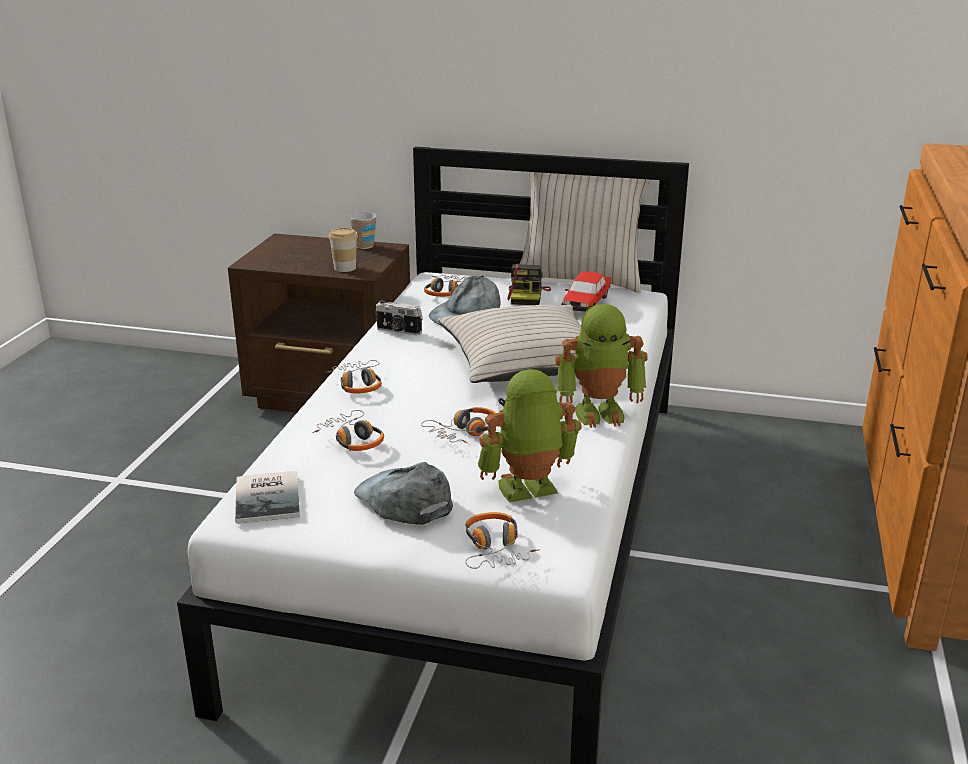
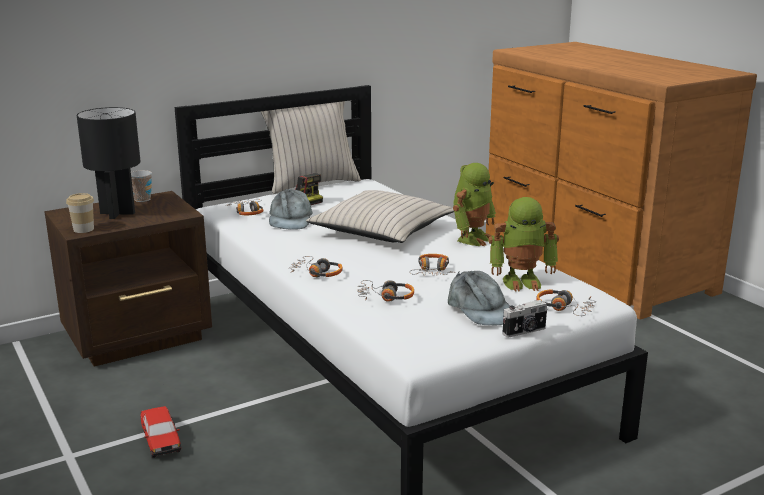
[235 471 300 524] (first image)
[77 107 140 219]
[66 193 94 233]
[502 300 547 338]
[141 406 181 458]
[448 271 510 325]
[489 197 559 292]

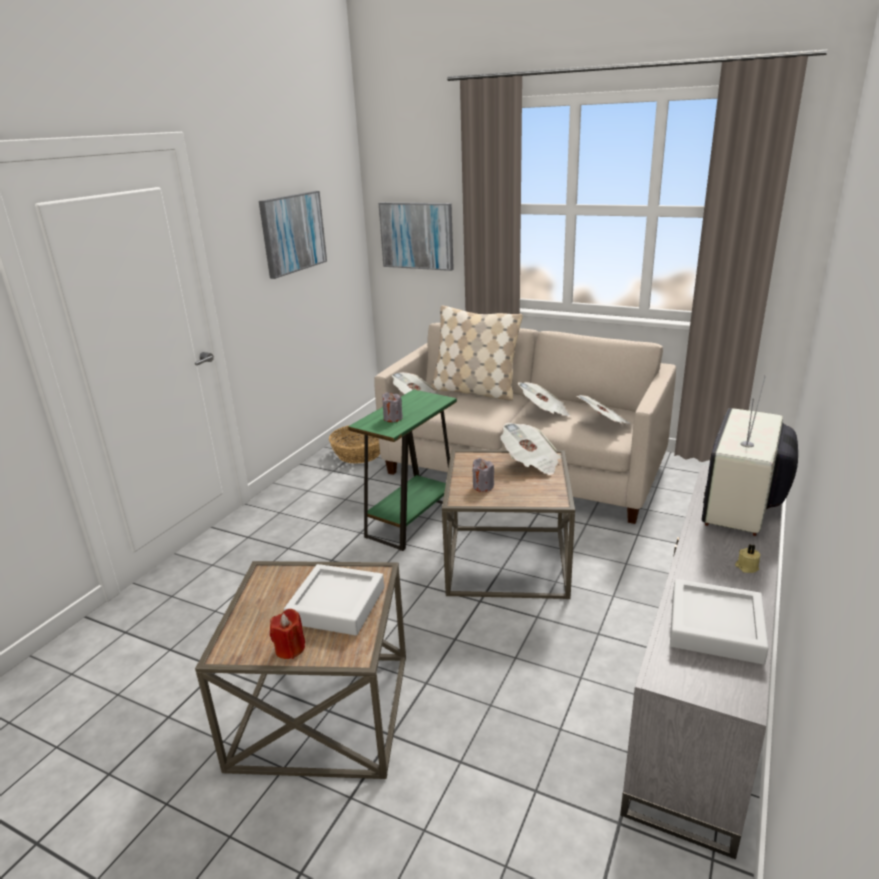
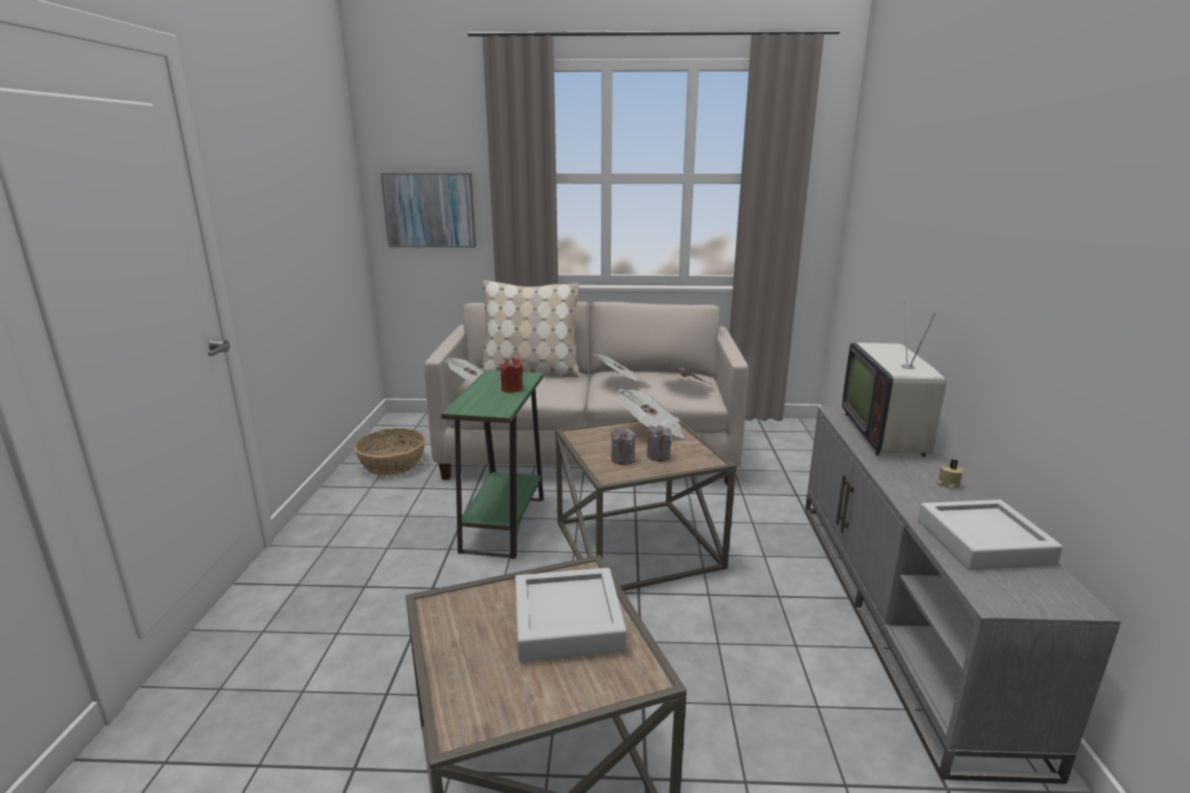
[259 191 327 279] (first image)
[500 358 523 393]
[647 425 671 461]

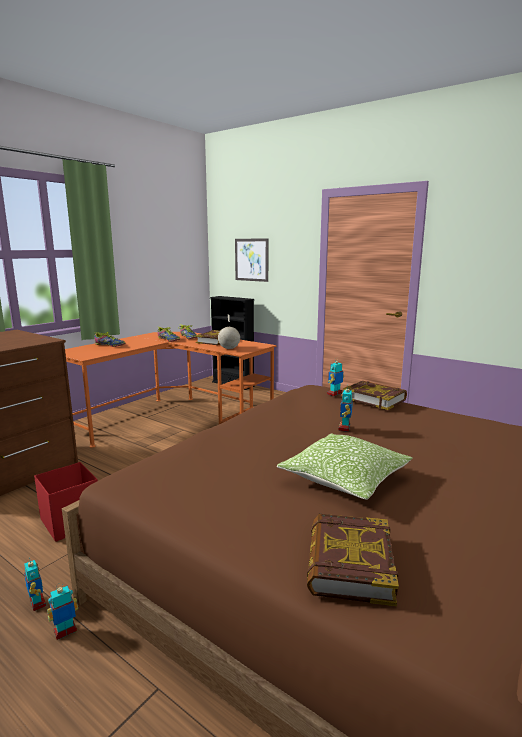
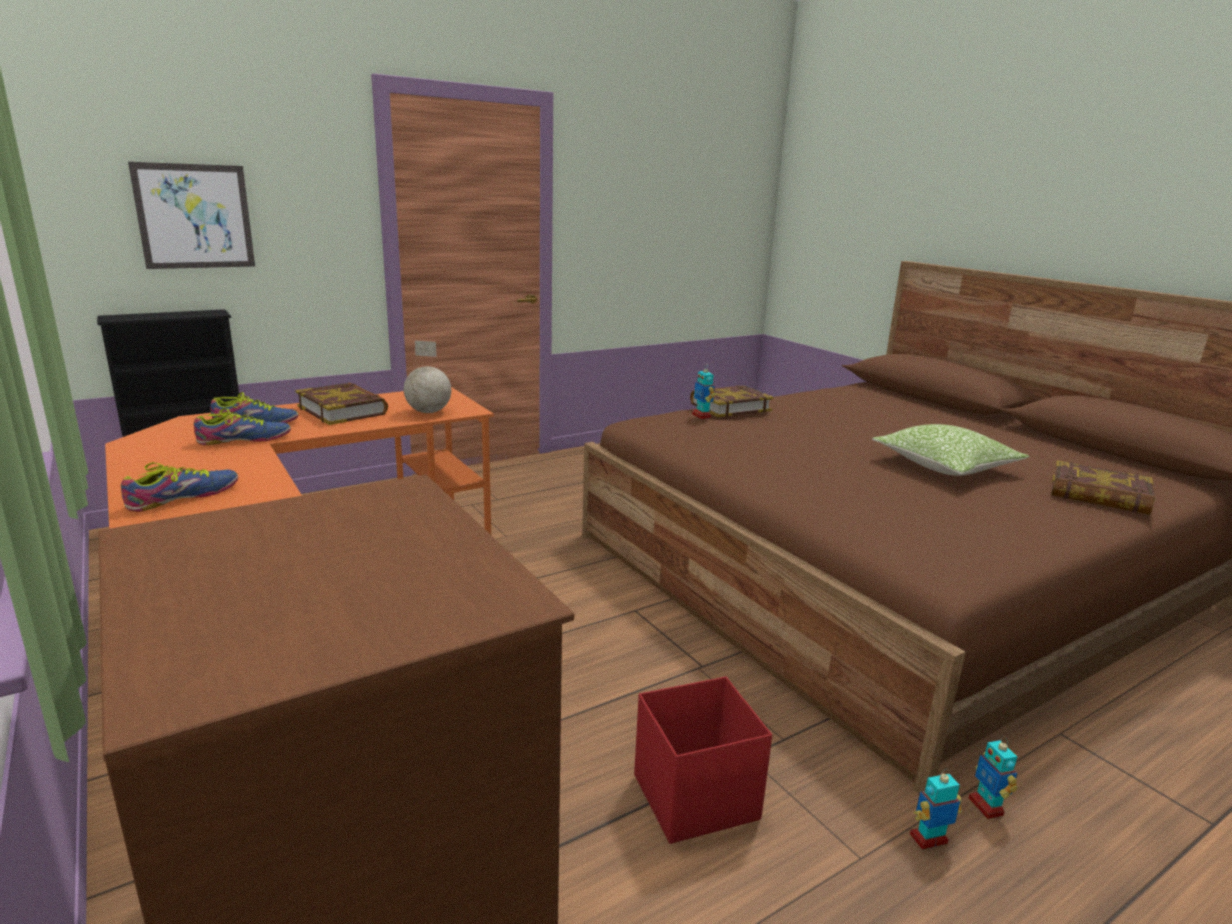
[339 385 353 432] (first image)

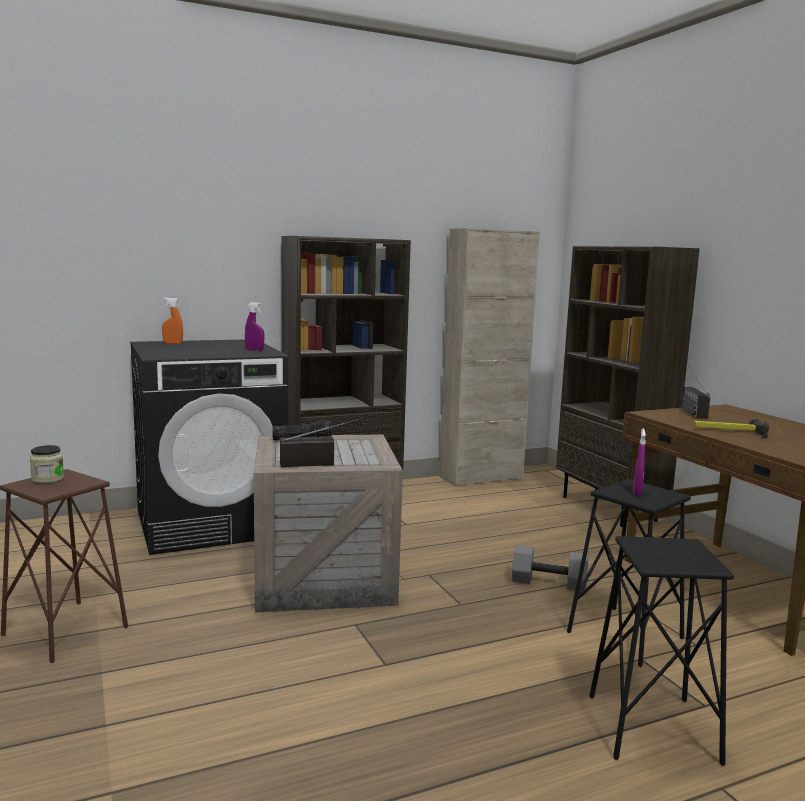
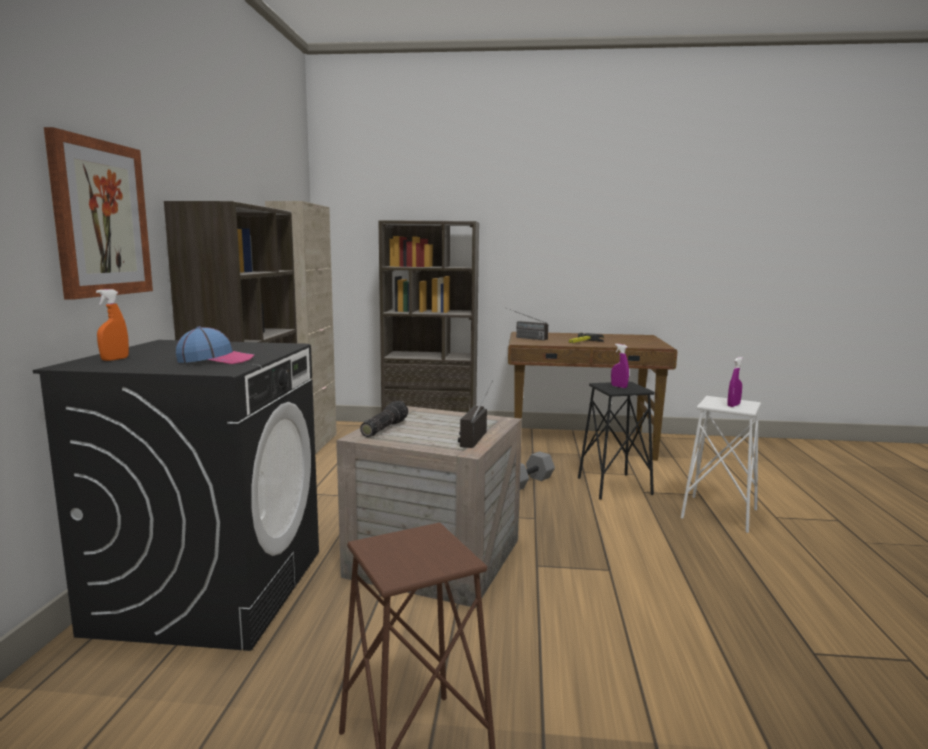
[30 445 64 484] (first image)
[44 127 153 300]
[176 327 255 364]
[727 357 743 407]
[681 396 761 533]

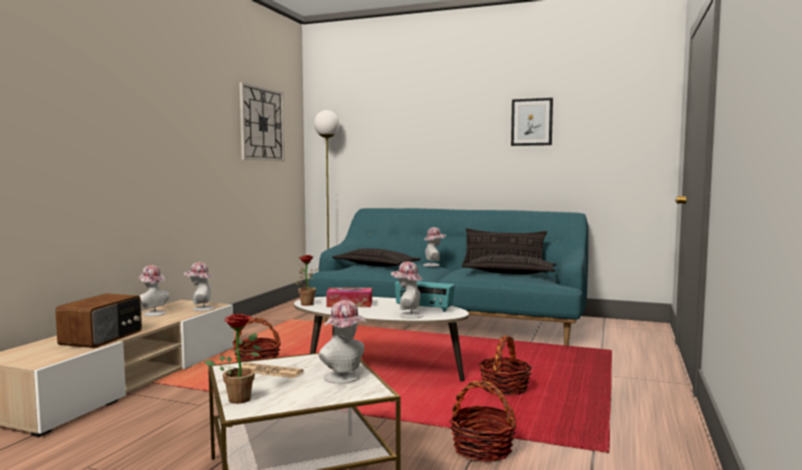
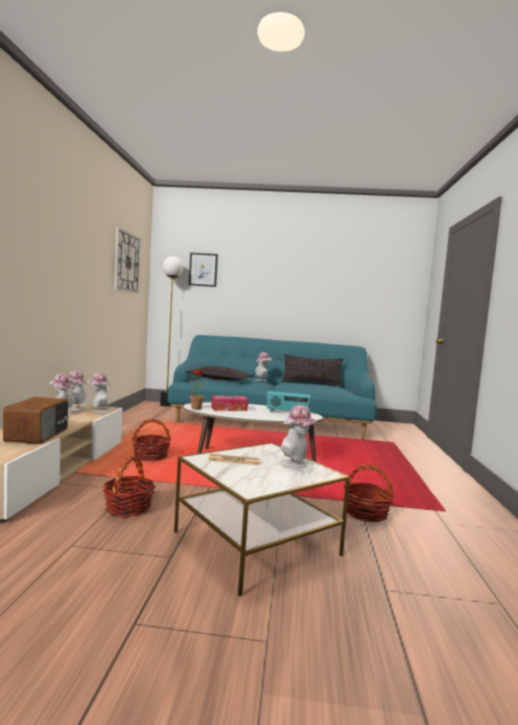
[204 314 261 404] (first image)
[462 255 556 274] (first image)
[69 370 87 410]
[103 456 155 517]
[189 253 218 287]

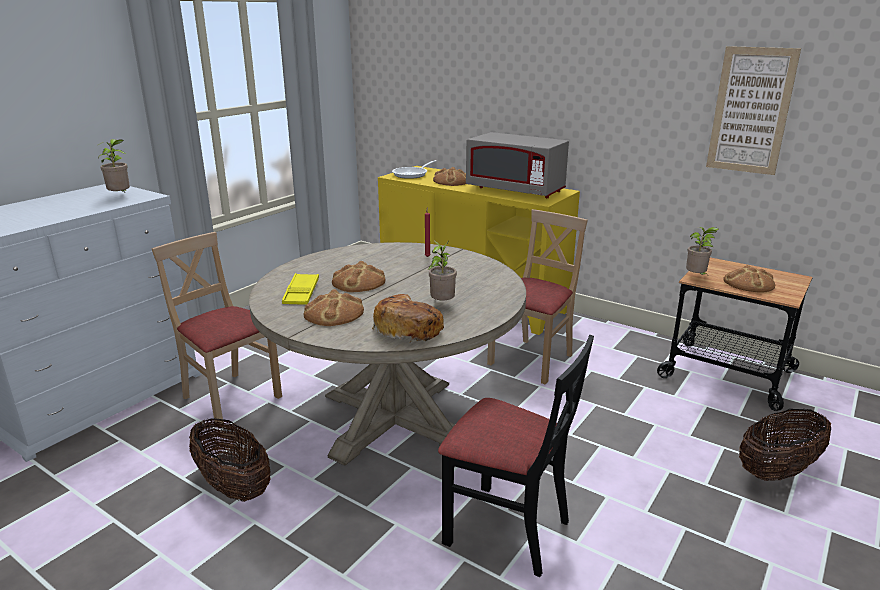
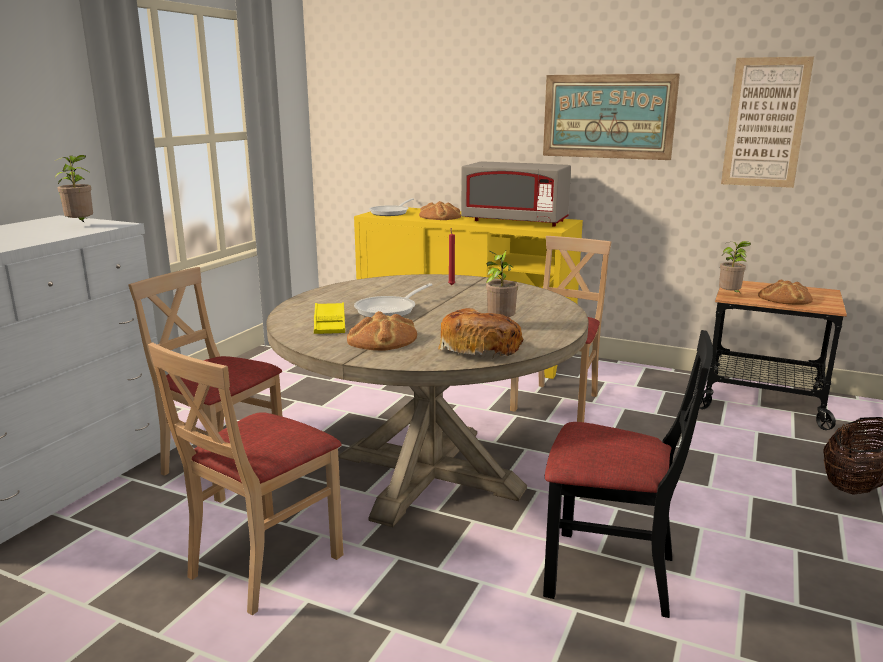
[543 74 680 160]
[148 342 343 615]
[354 283 433 317]

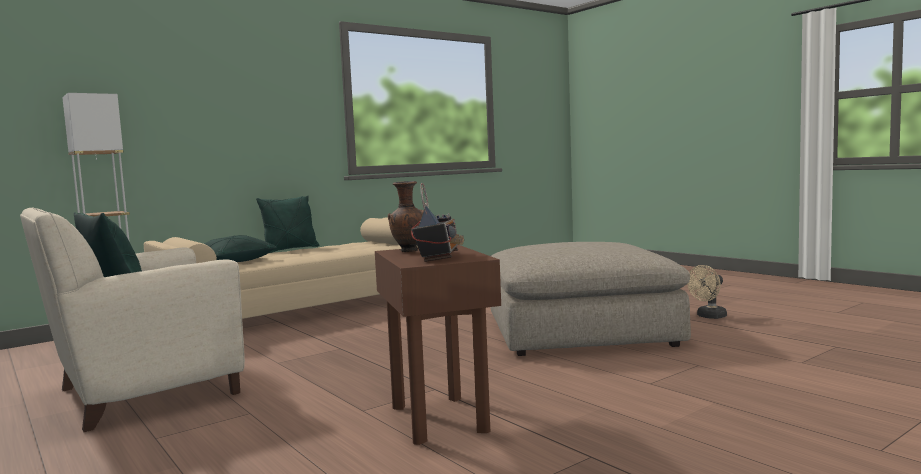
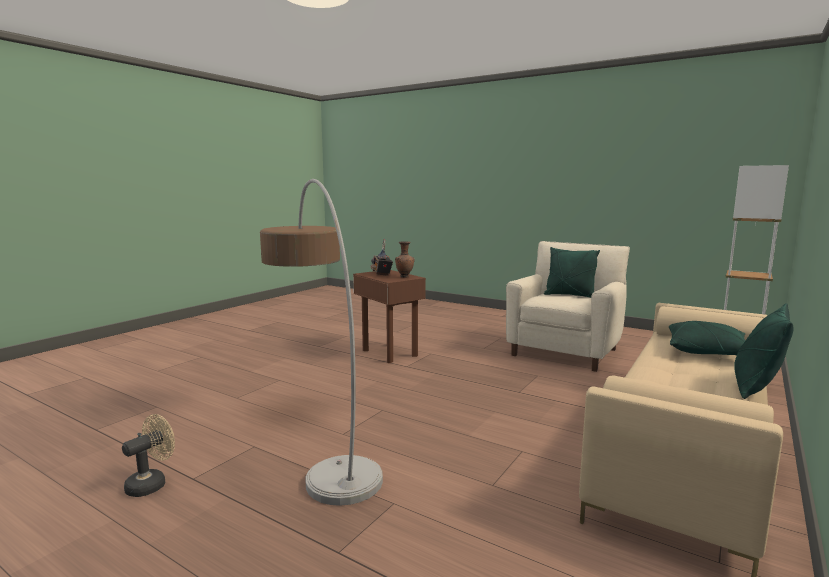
[260 179 383 506]

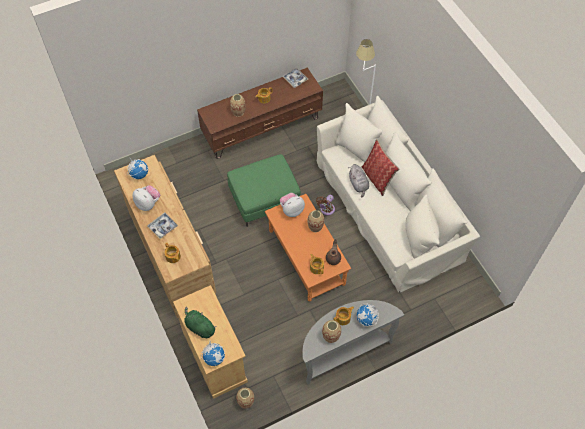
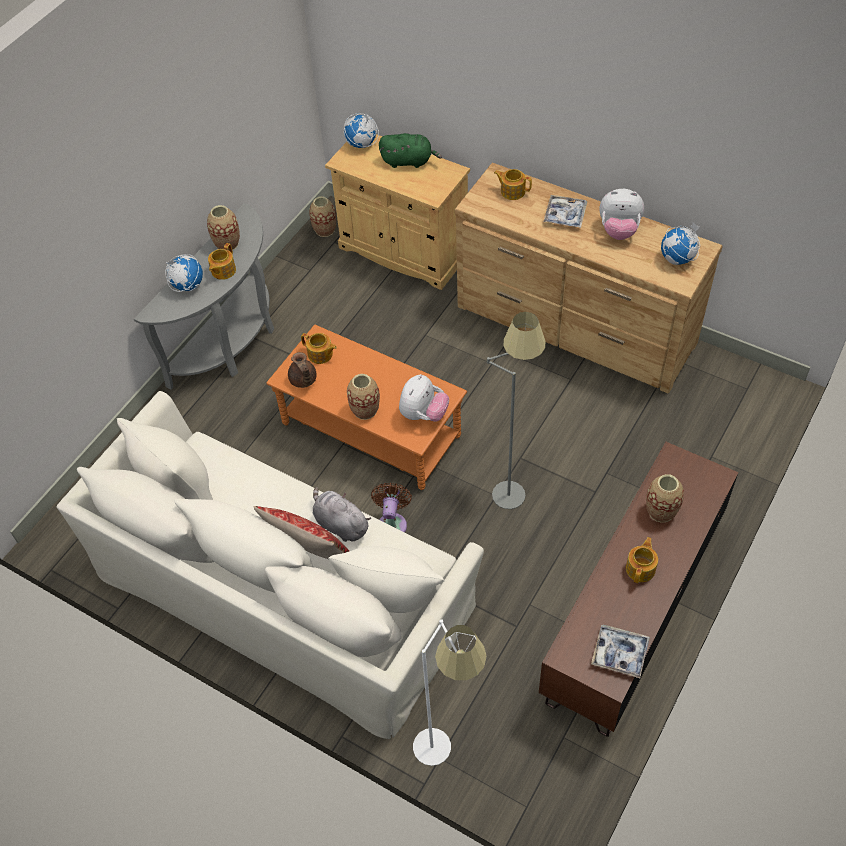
[487 312 545 509]

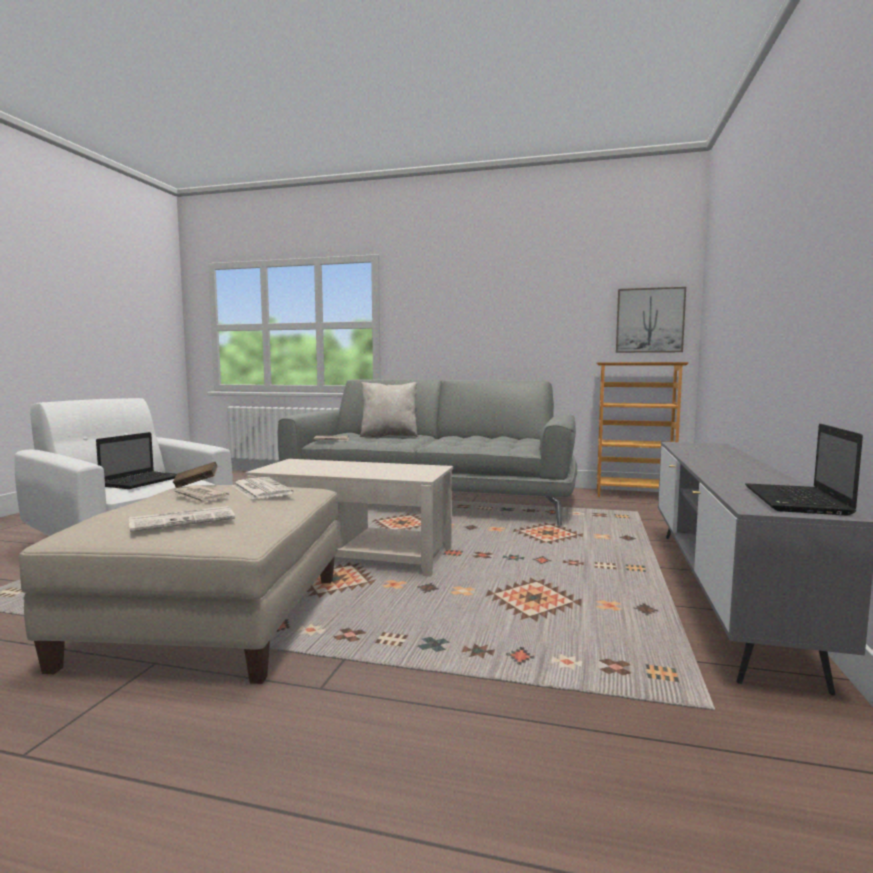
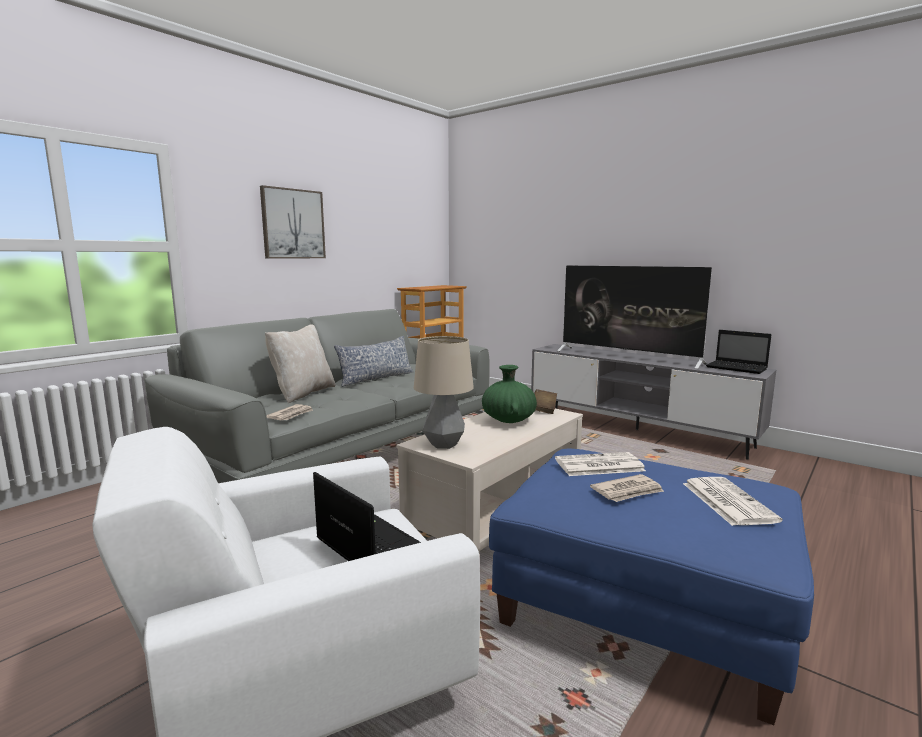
[334 336 414 387]
[414 336 474 449]
[482 365 537 423]
[557 265 712 369]
[534 389 557 414]
[260 185 326 259]
[489 449 814 725]

